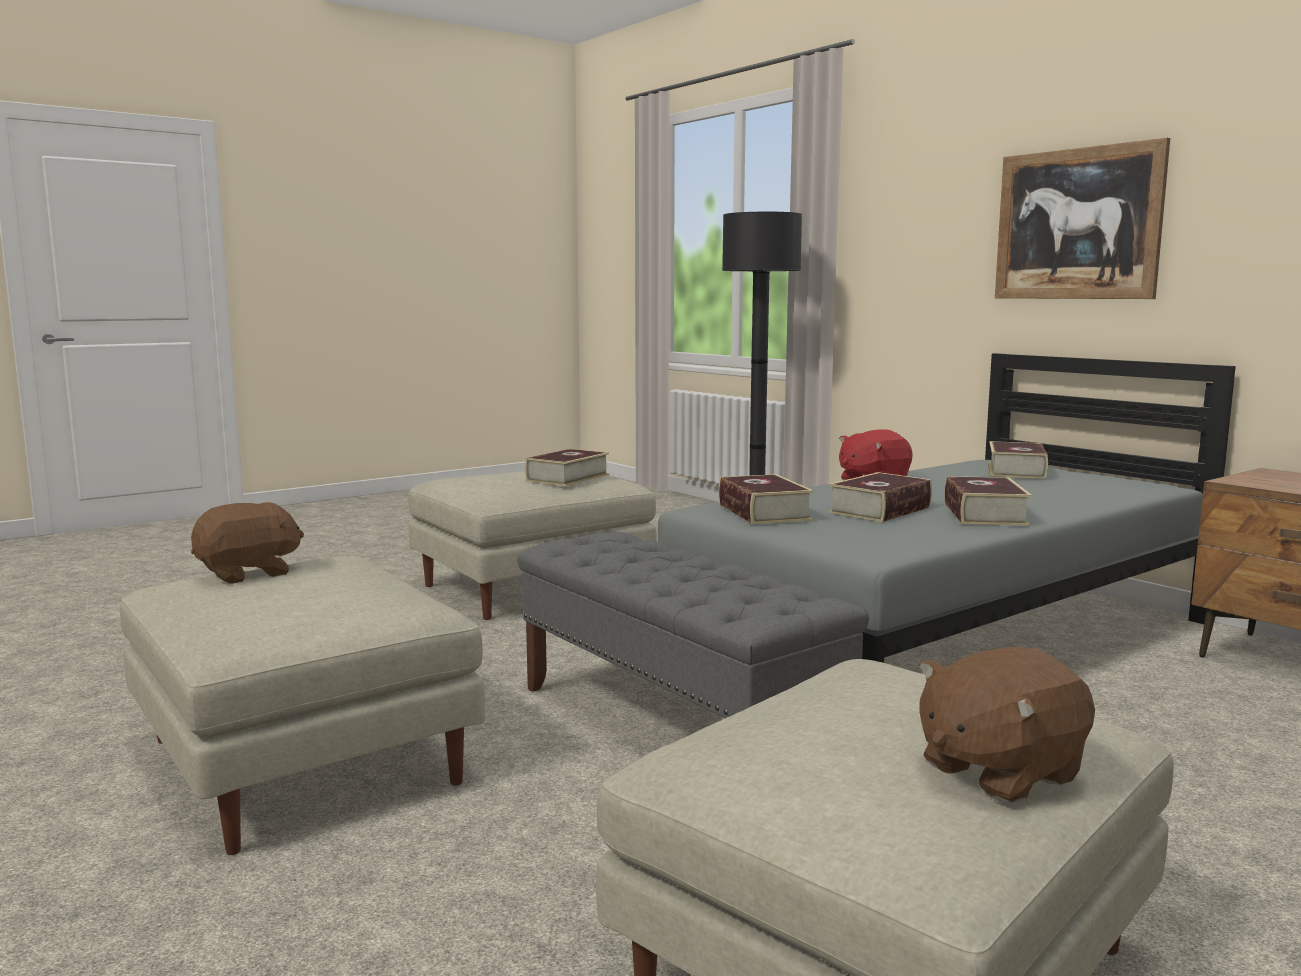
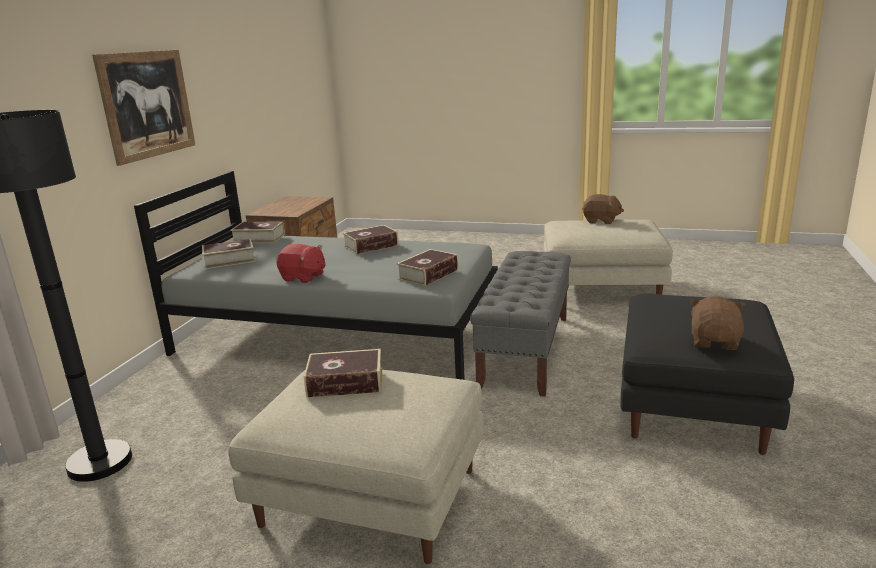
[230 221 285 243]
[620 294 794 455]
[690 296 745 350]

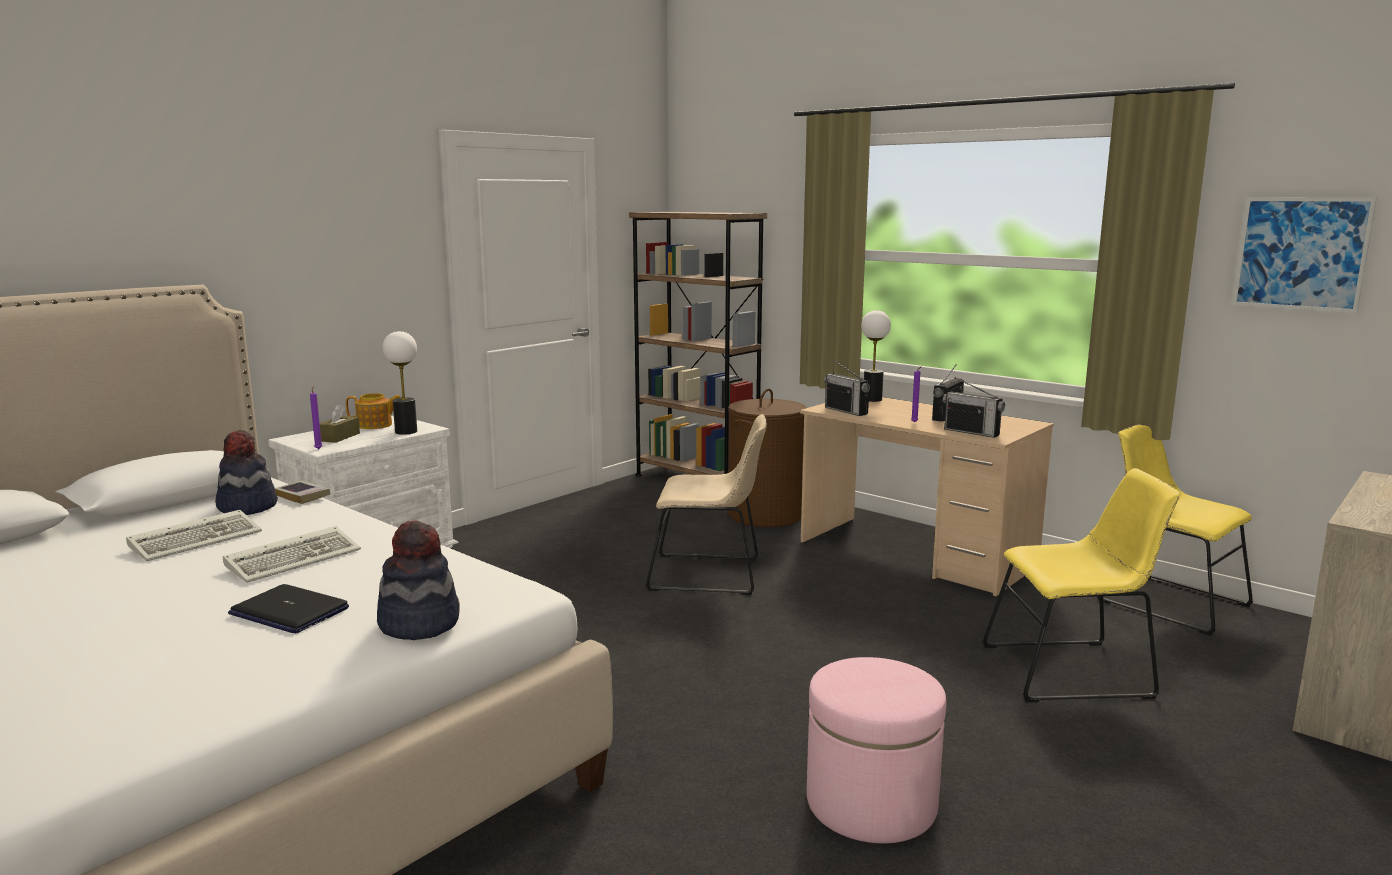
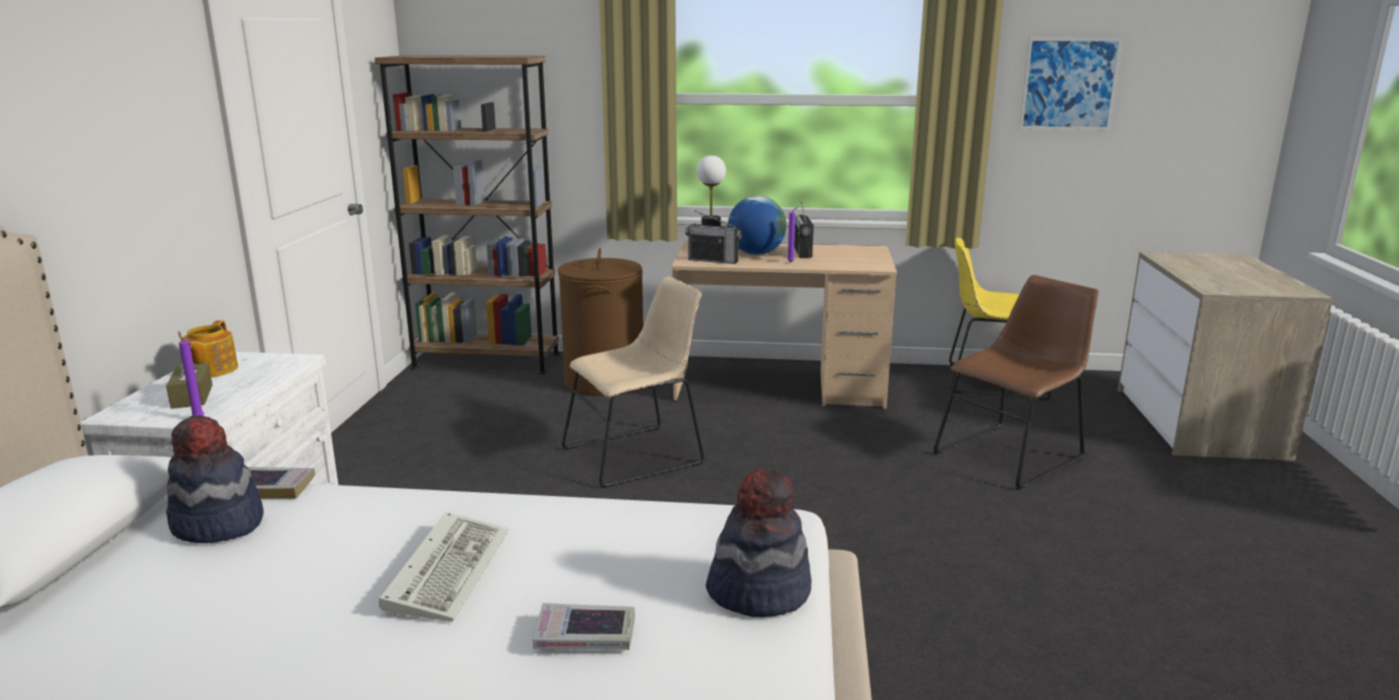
[126 510 262 561] (first image)
[383 331 417 435] (first image)
[807 657 946 843] (first image)
[943 377 1005 438] (first image)
[728 196 786 255]
[533 603 635 650]
[933 275 1099 490]
[180 321 238 377]

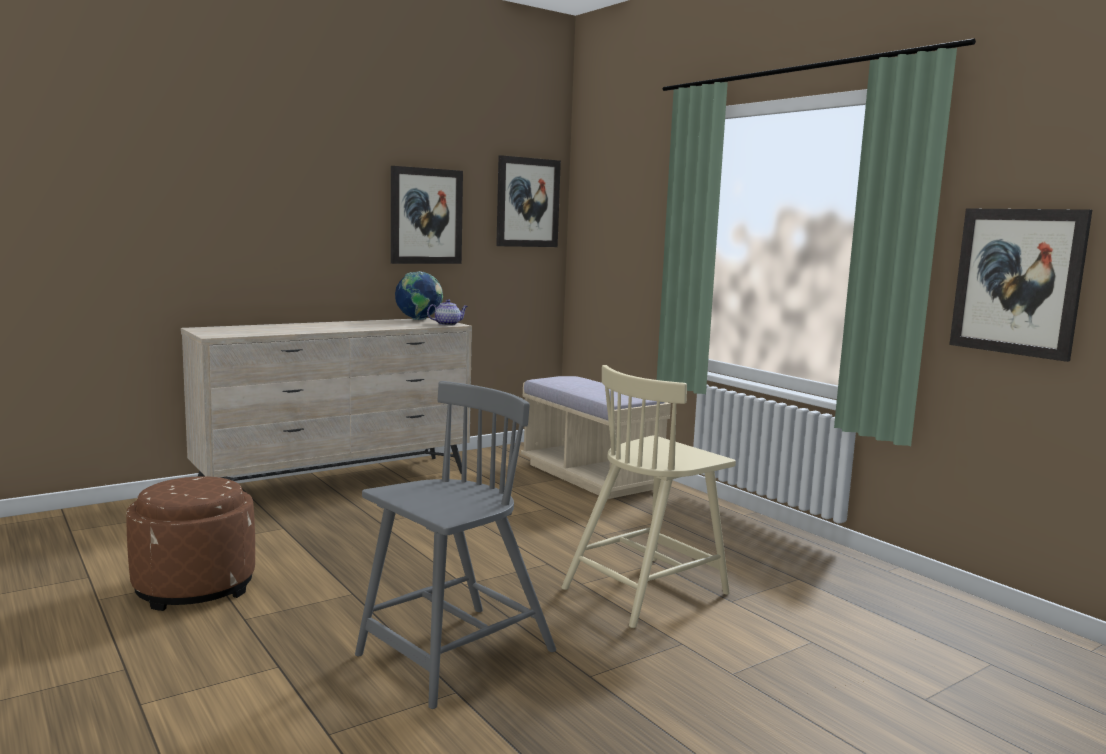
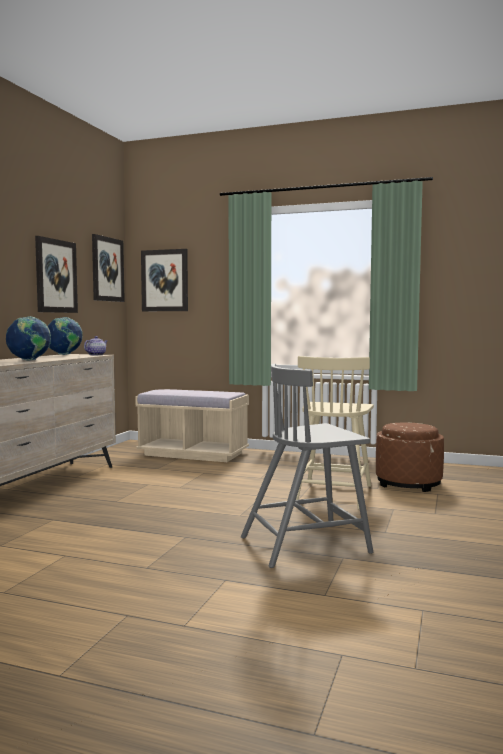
[6 316 51 361]
[376 423 444 492]
[141 249 188 311]
[241 364 373 568]

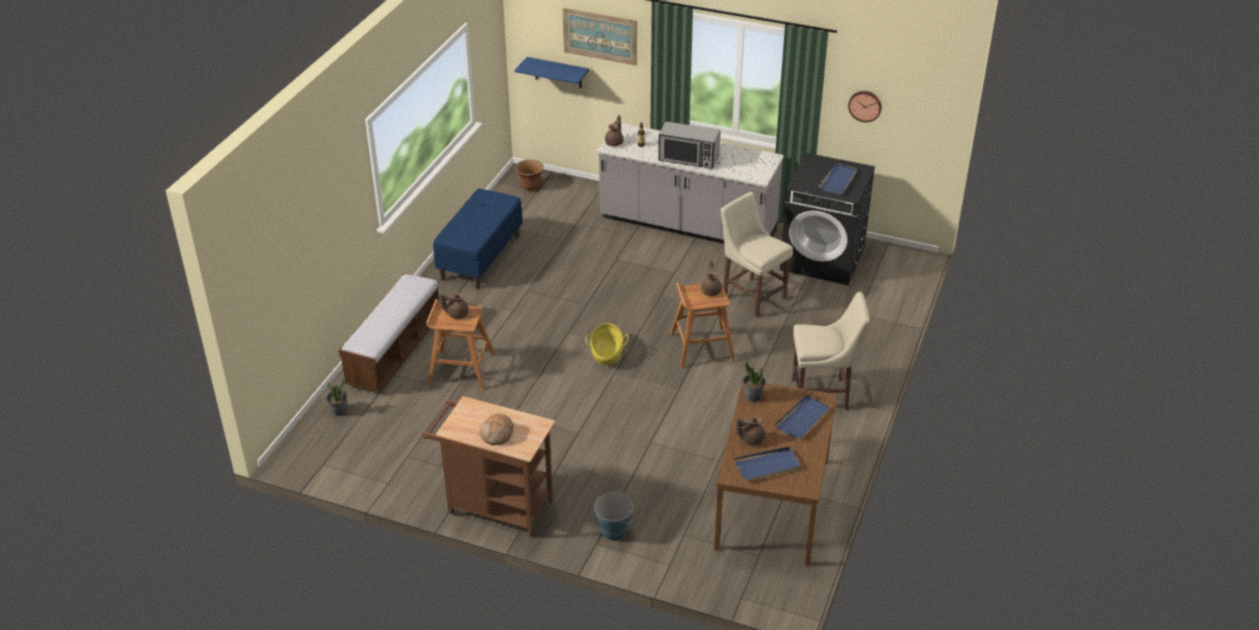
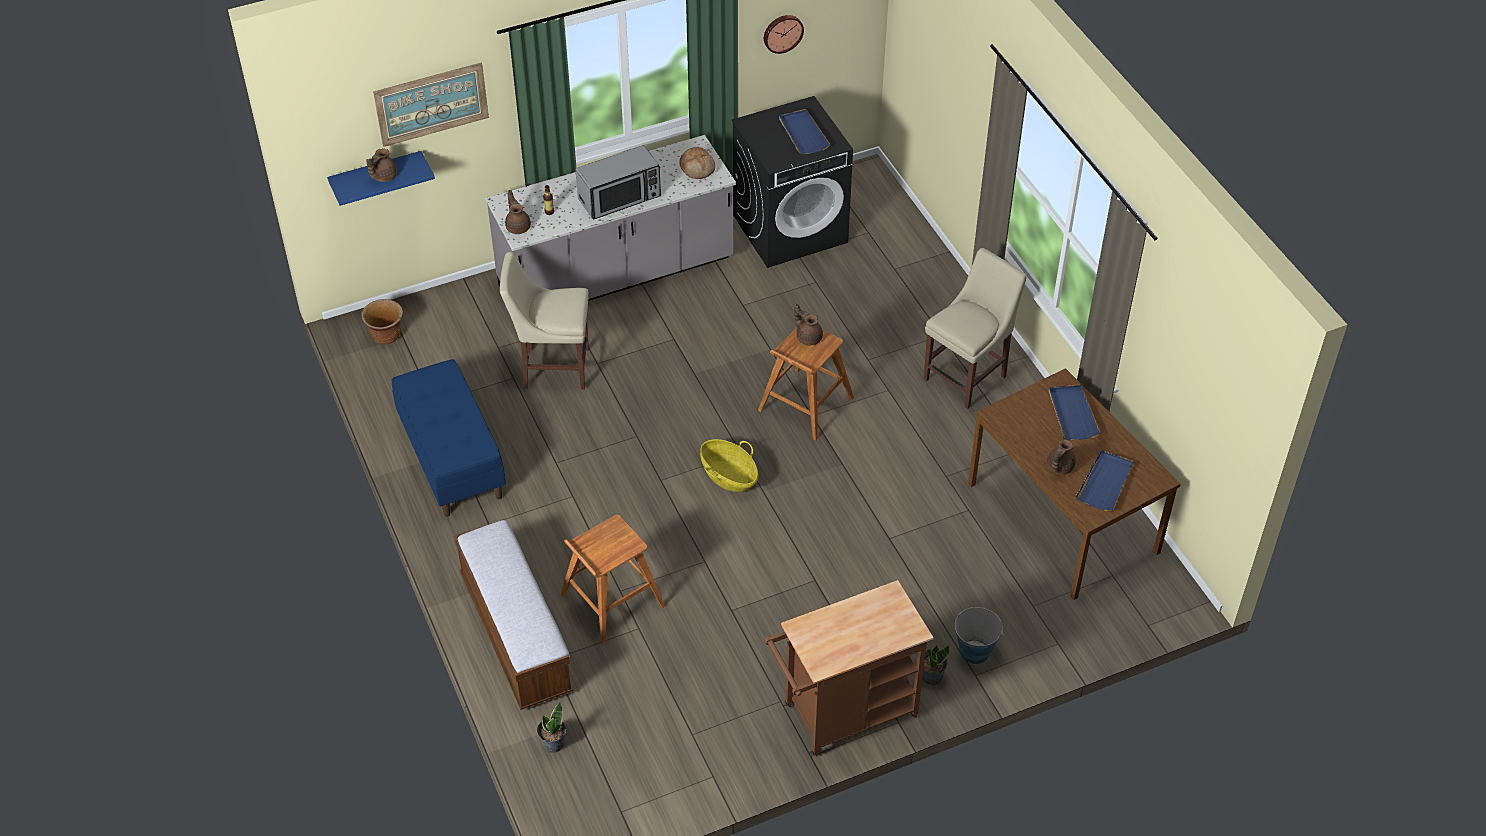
[366 148 397 182]
[679 147 716 179]
[500 252 589 390]
[922 645 950 685]

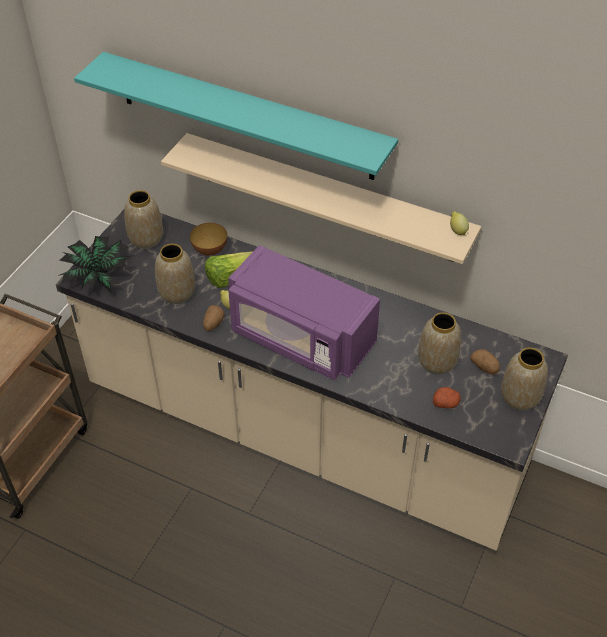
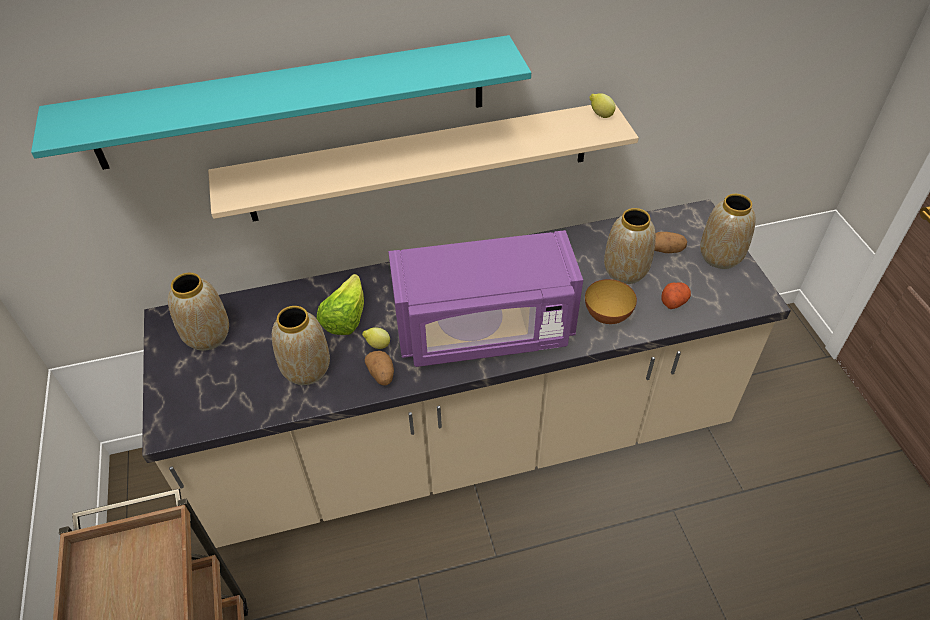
[58 236 130 293] (first image)
[585 279 637 324]

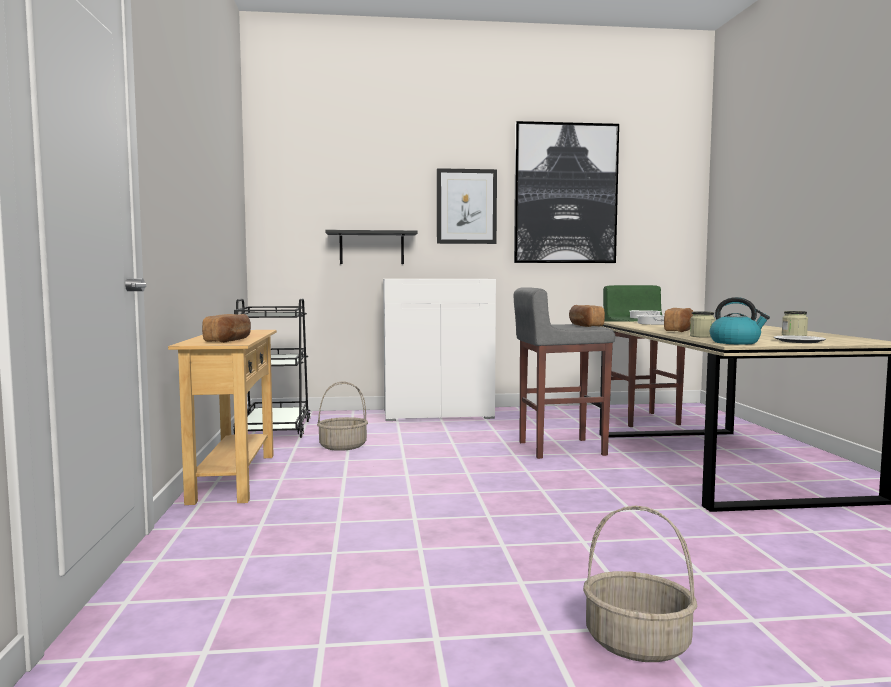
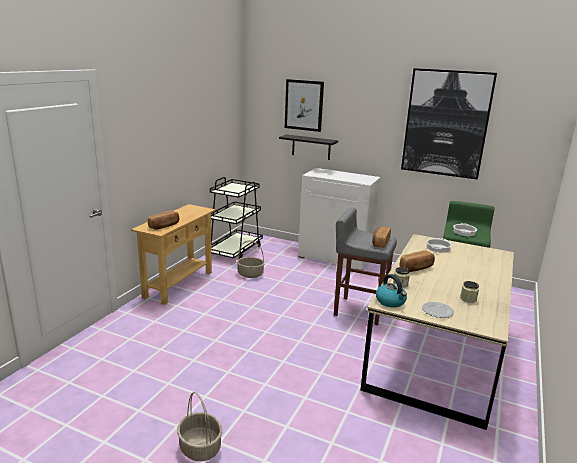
[285 79 324 132]

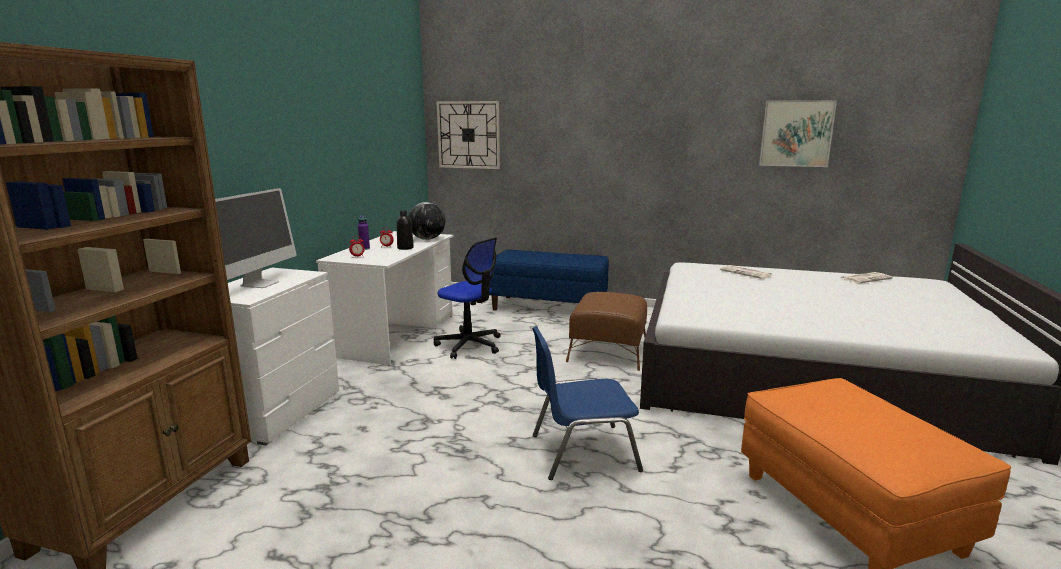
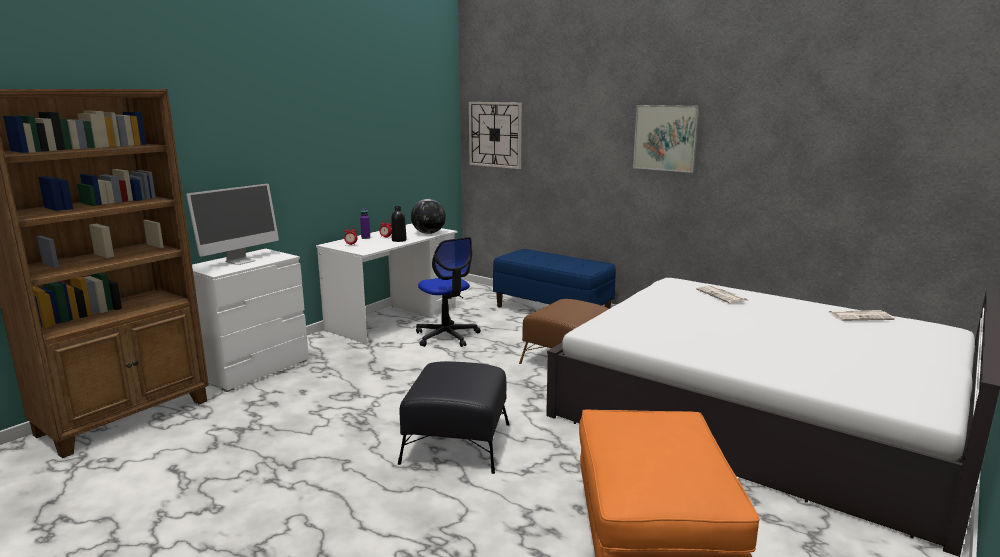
[633 105 700 173]
[398 361 510 474]

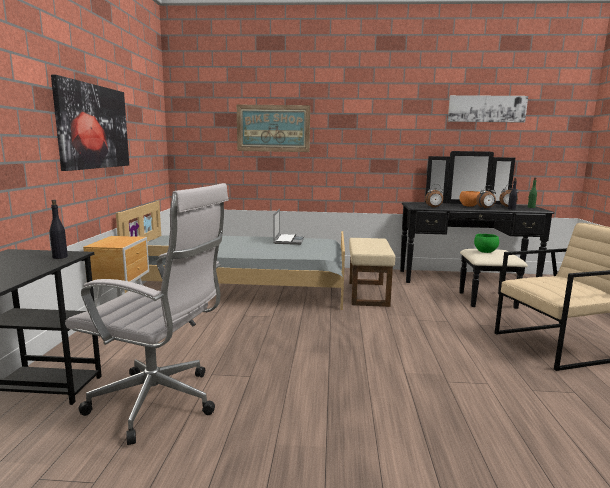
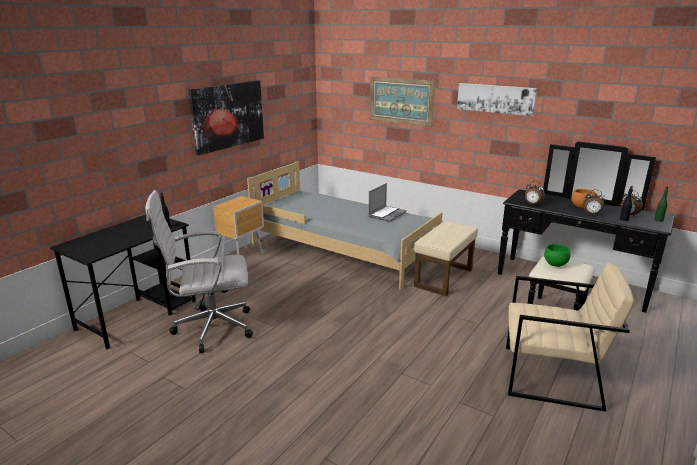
[457 83 537 116]
[146 190 253 353]

